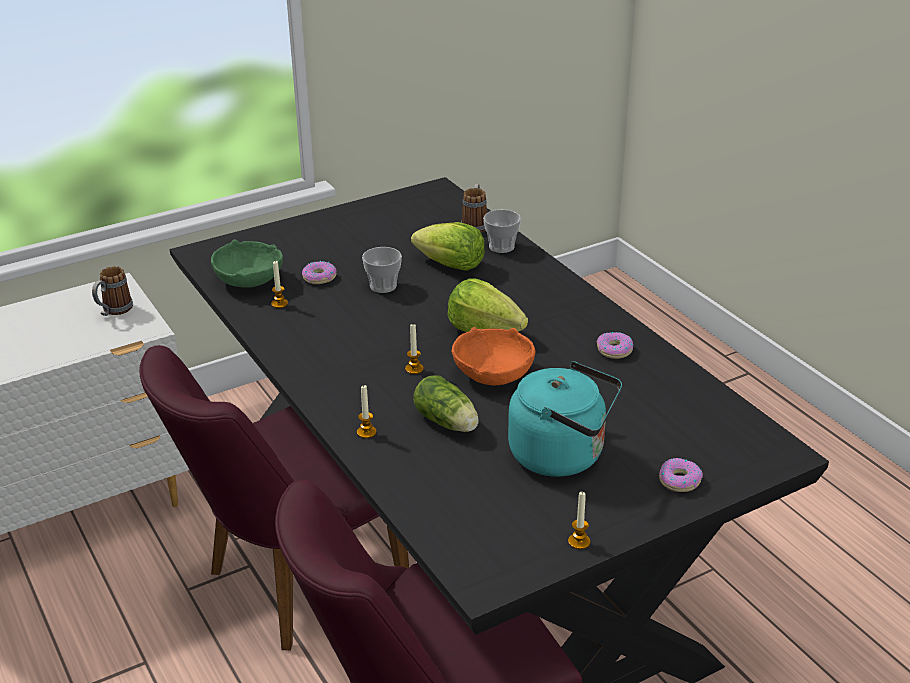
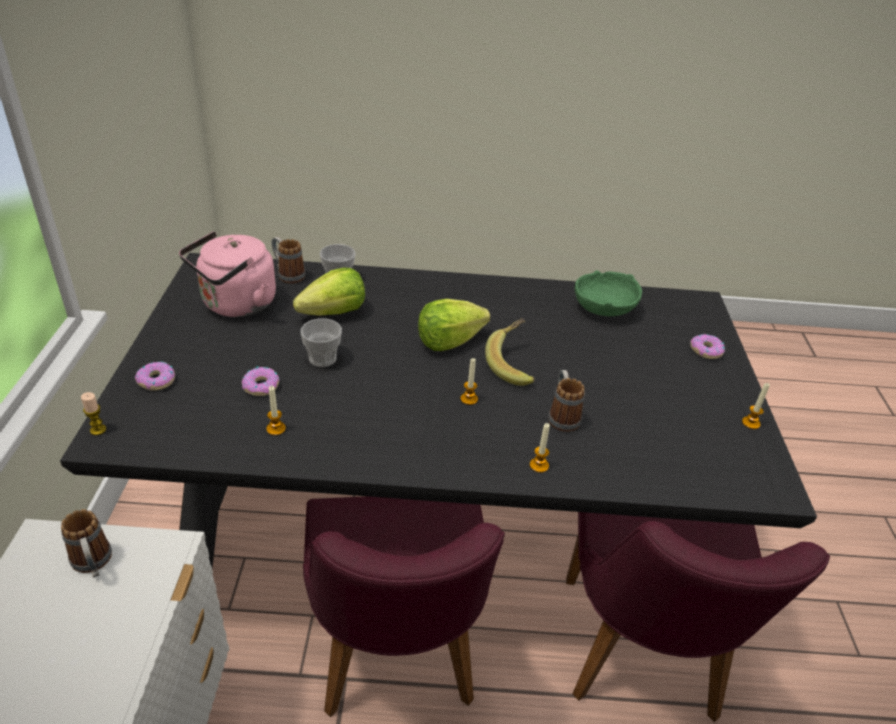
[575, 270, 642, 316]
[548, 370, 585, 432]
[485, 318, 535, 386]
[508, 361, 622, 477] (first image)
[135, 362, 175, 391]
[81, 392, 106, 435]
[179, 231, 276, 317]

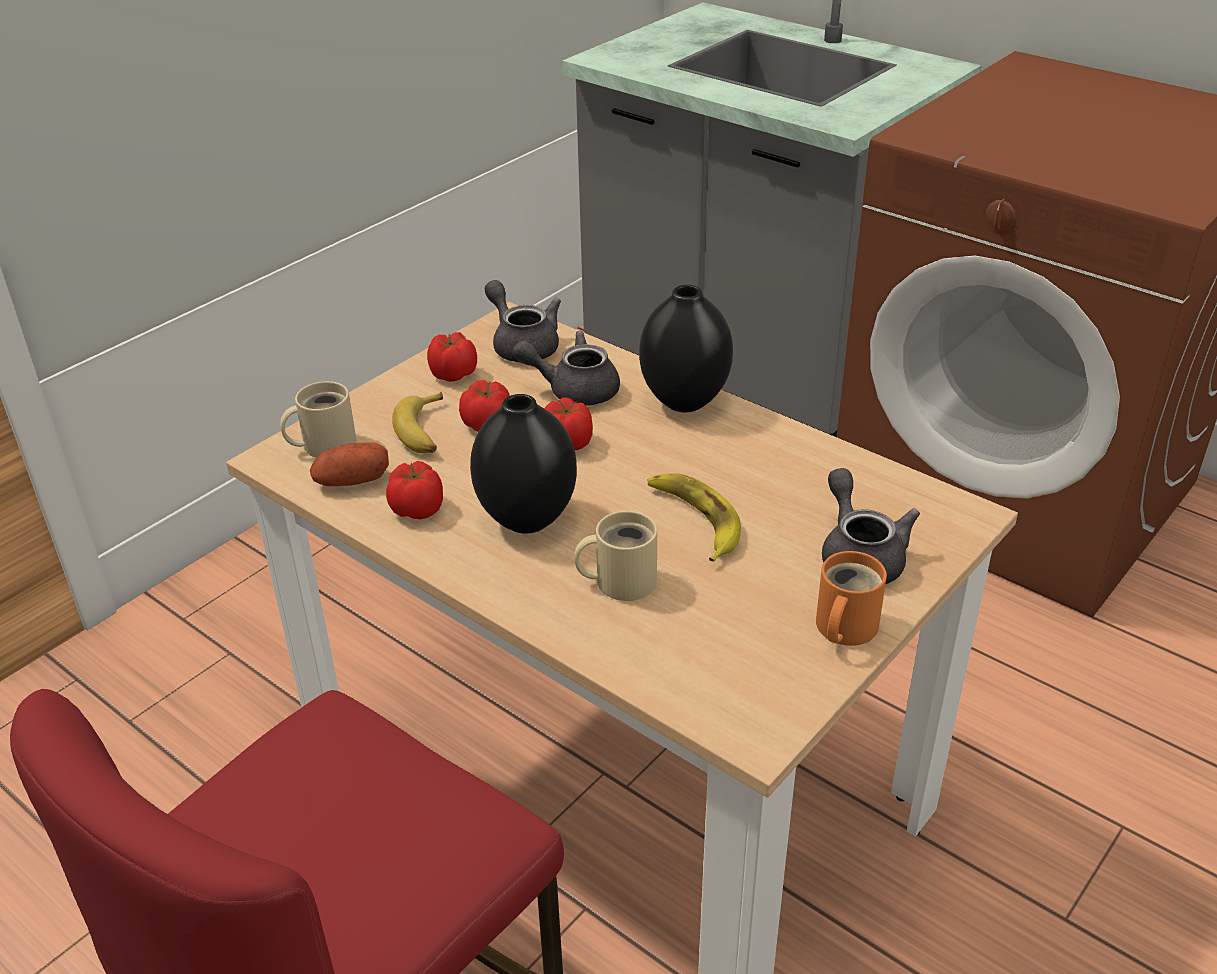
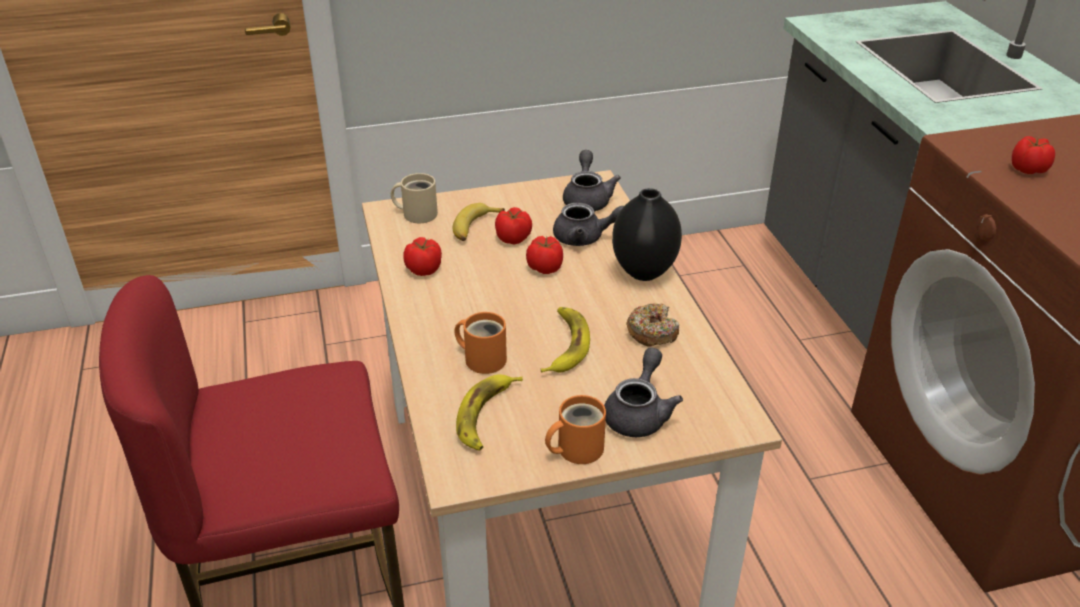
[310, 443, 389, 486] (first image)
[1012, 136, 1055, 174]
[470, 394, 577, 534] (first image)
[553, 203, 624, 246]
[454, 312, 507, 374]
[456, 374, 523, 451]
[626, 303, 679, 347]

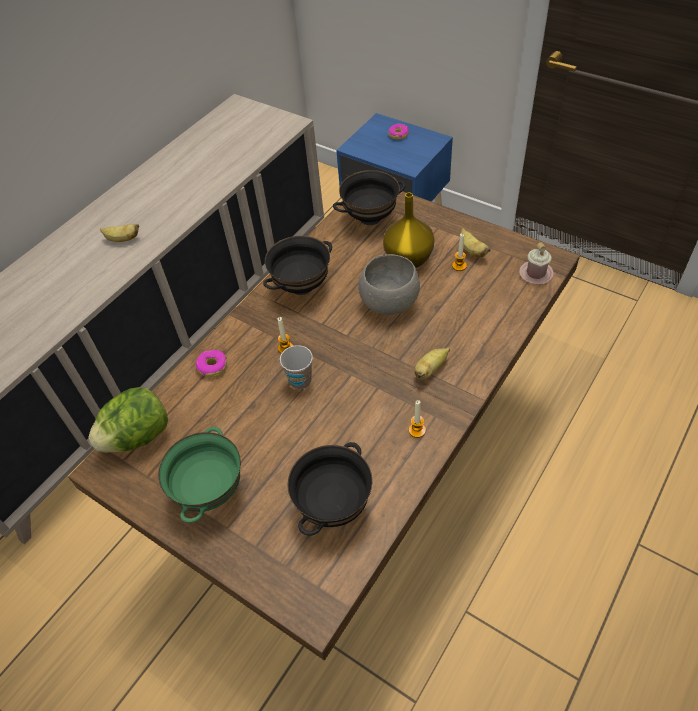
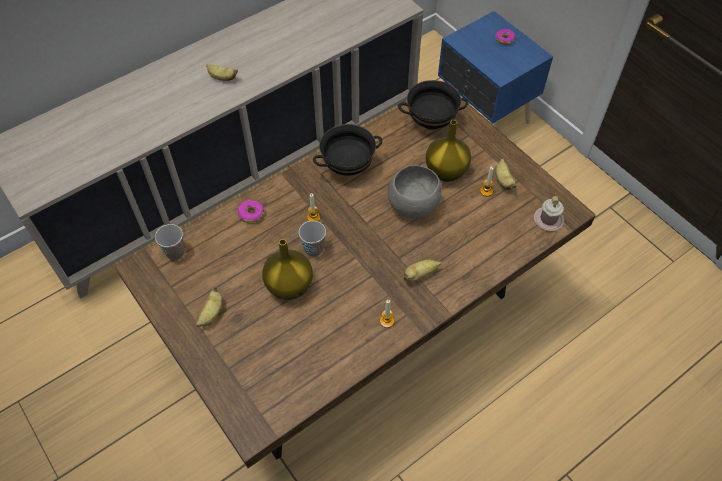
[155, 224, 185, 260]
[196, 286, 223, 327]
[288, 442, 372, 536] (first image)
[262, 239, 313, 300]

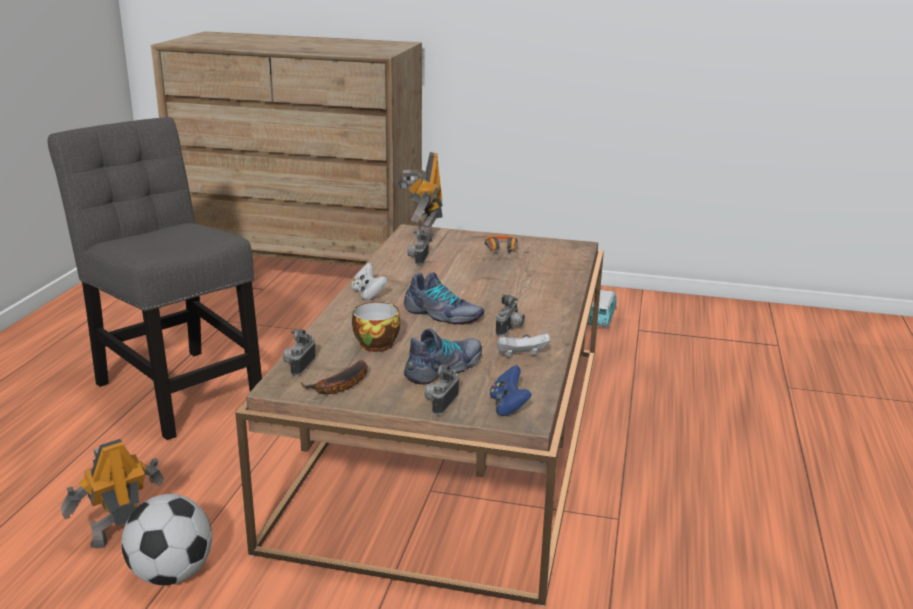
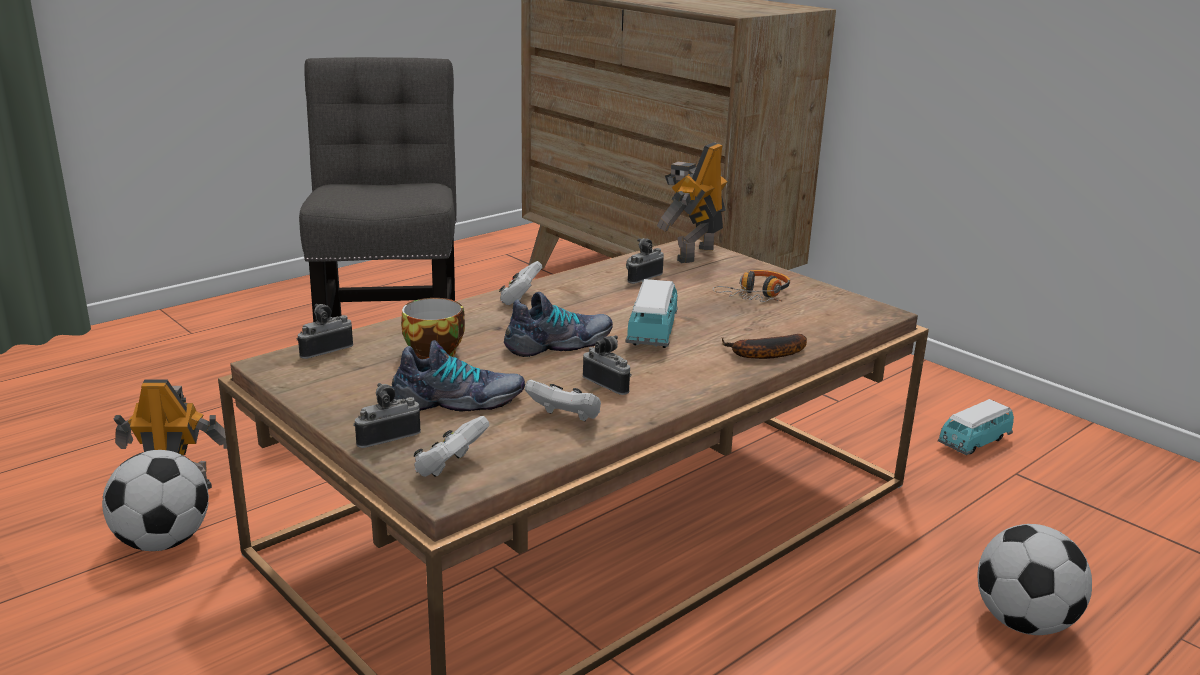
[722, 334, 807, 359]
[504, 292, 613, 357]
[414, 416, 490, 477]
[583, 335, 632, 395]
[625, 279, 678, 348]
[977, 524, 1092, 635]

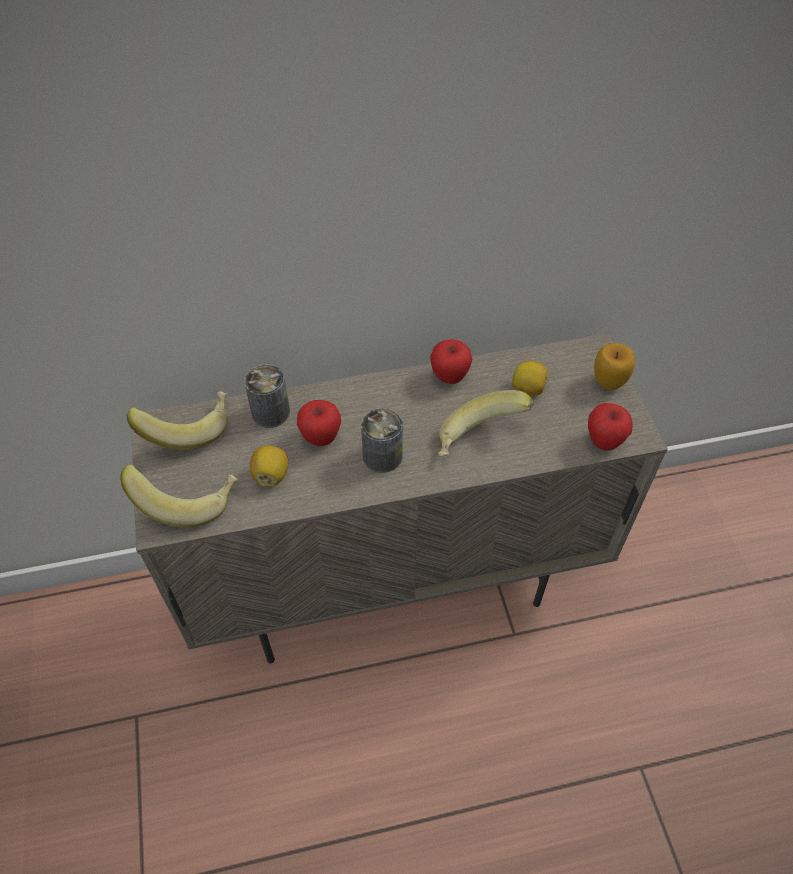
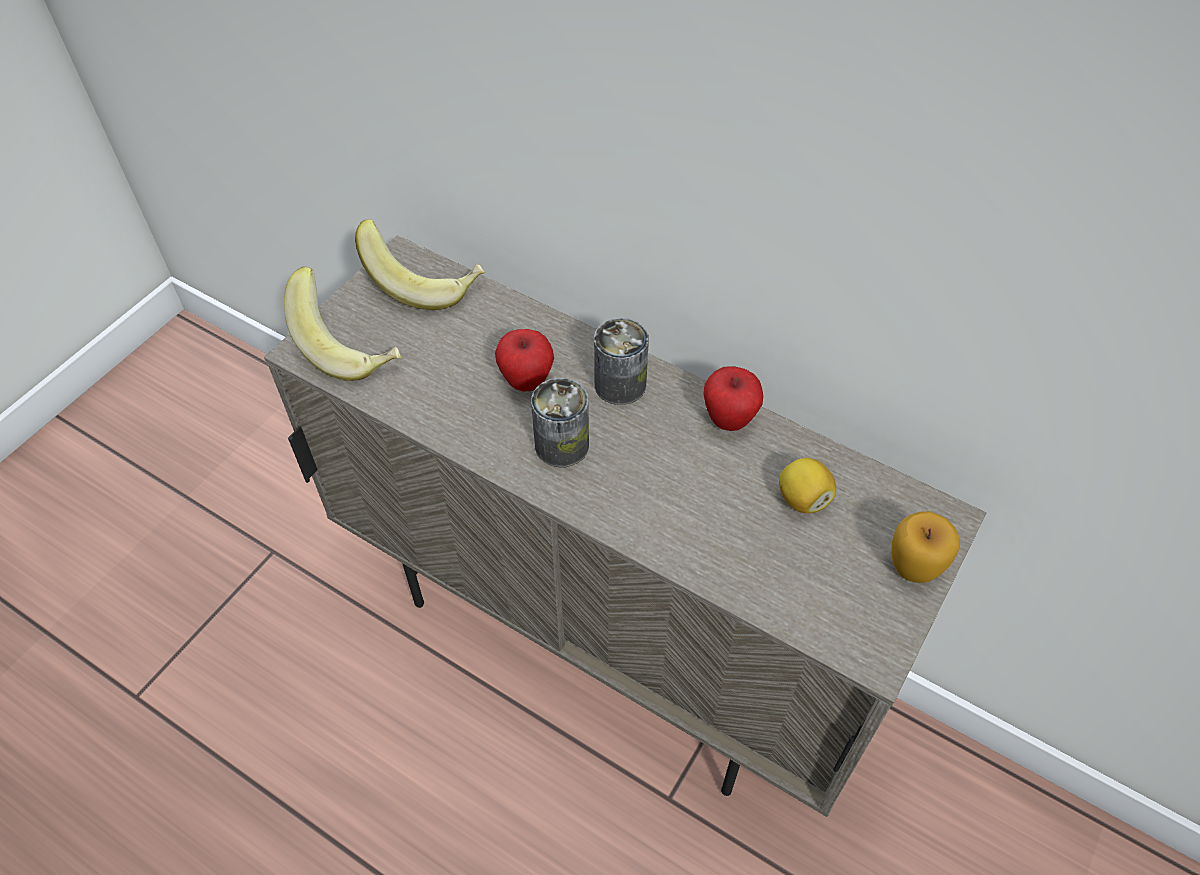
[594, 318, 649, 405]
[250, 445, 288, 487] (first image)
[438, 390, 534, 457] (first image)
[588, 403, 633, 450] (first image)

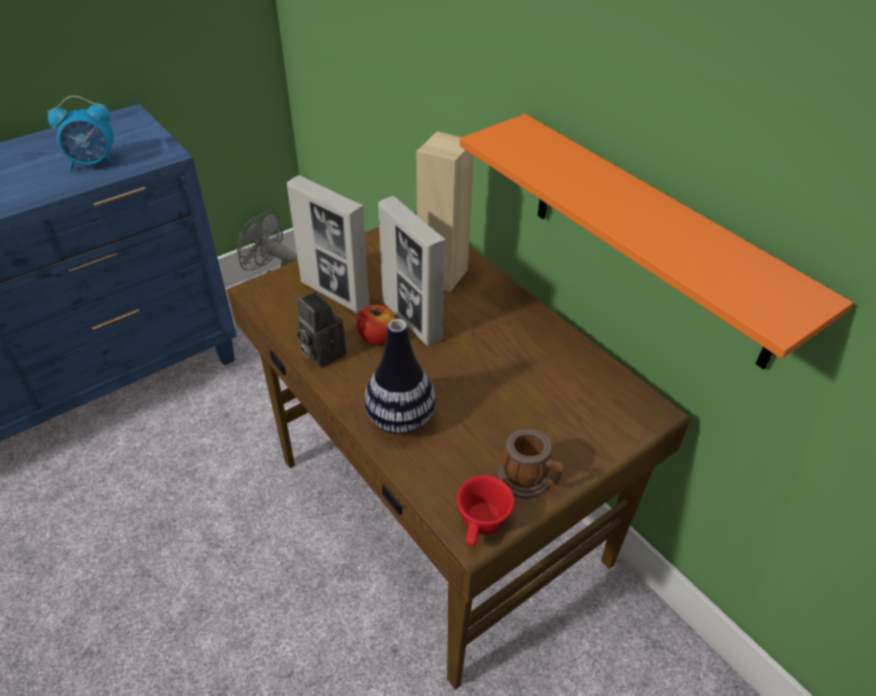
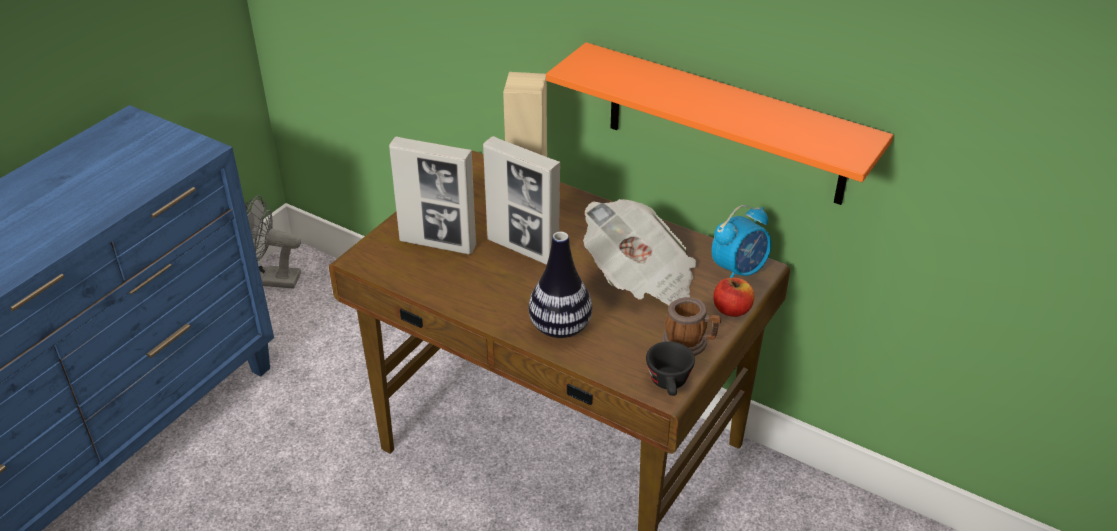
[712, 205, 772, 278]
[297, 292, 346, 368] (first image)
[713, 278, 754, 317]
[646, 341, 695, 396]
[583, 199, 696, 305]

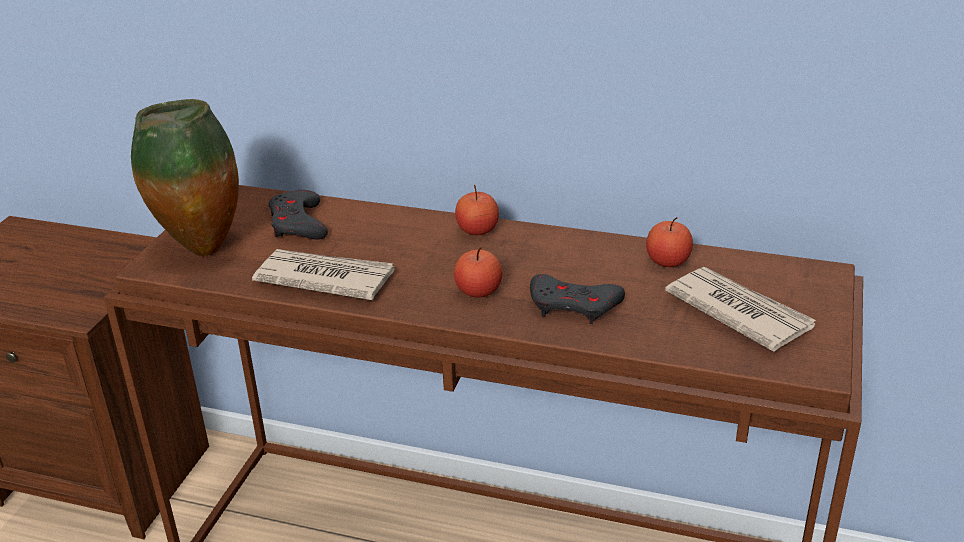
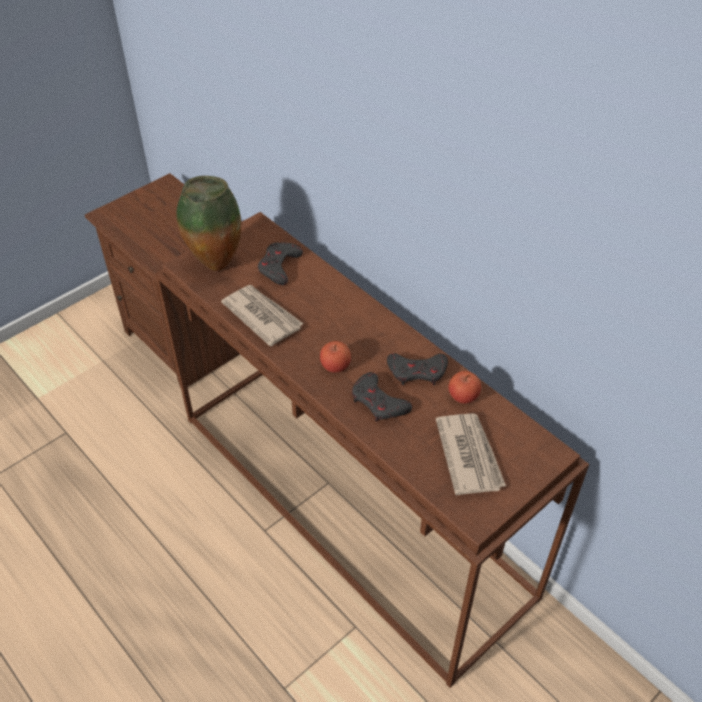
[455, 185, 499, 235] (first image)
[387, 353, 448, 386]

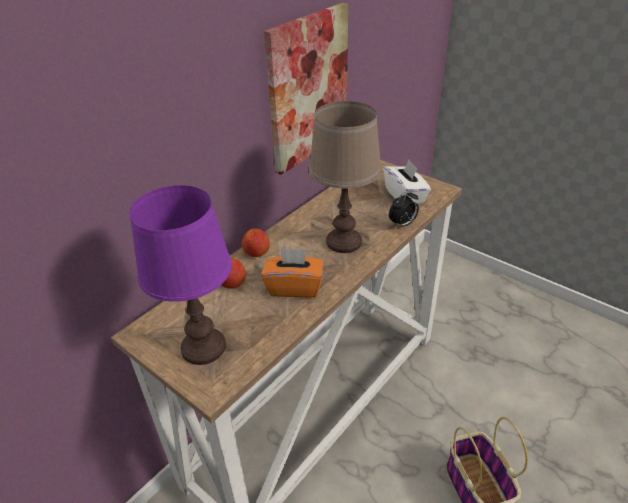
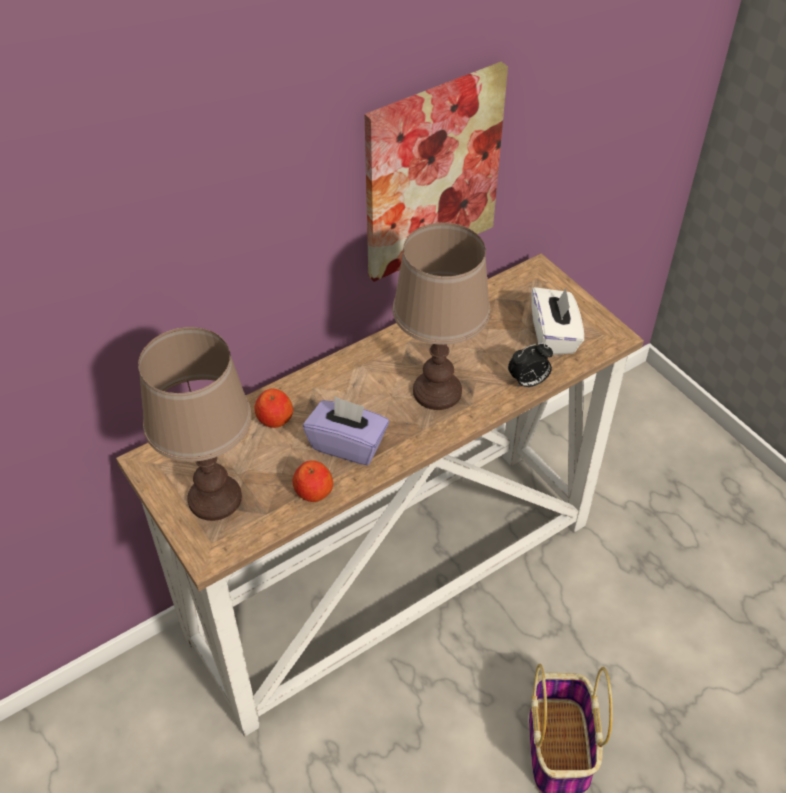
[138, 327, 252, 521]
[293, 460, 333, 502]
[303, 396, 389, 465]

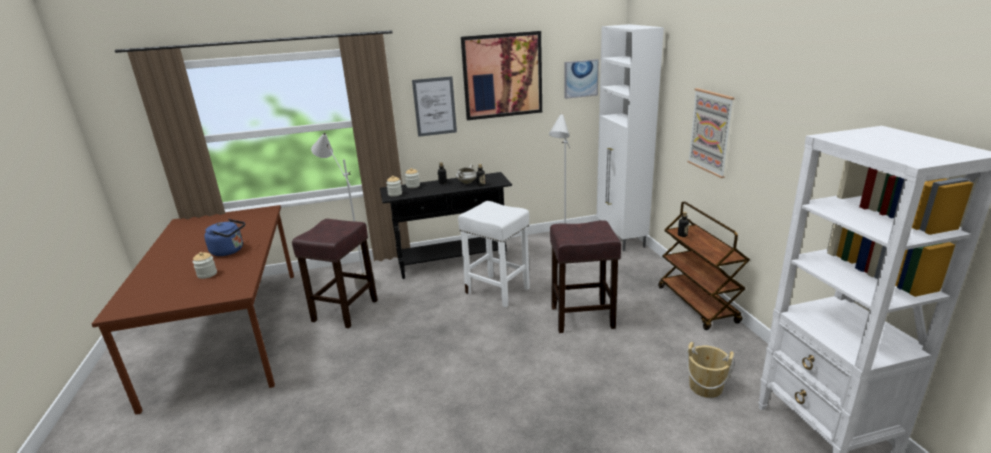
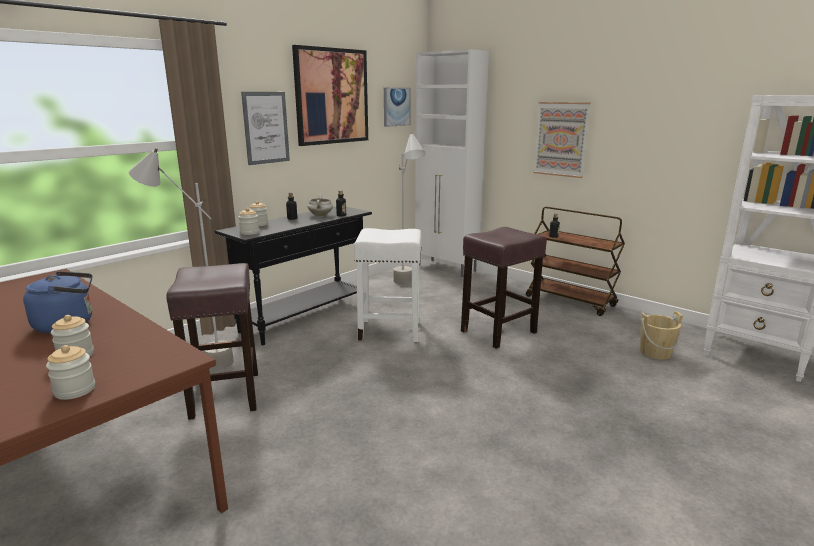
[46, 345, 95, 400]

